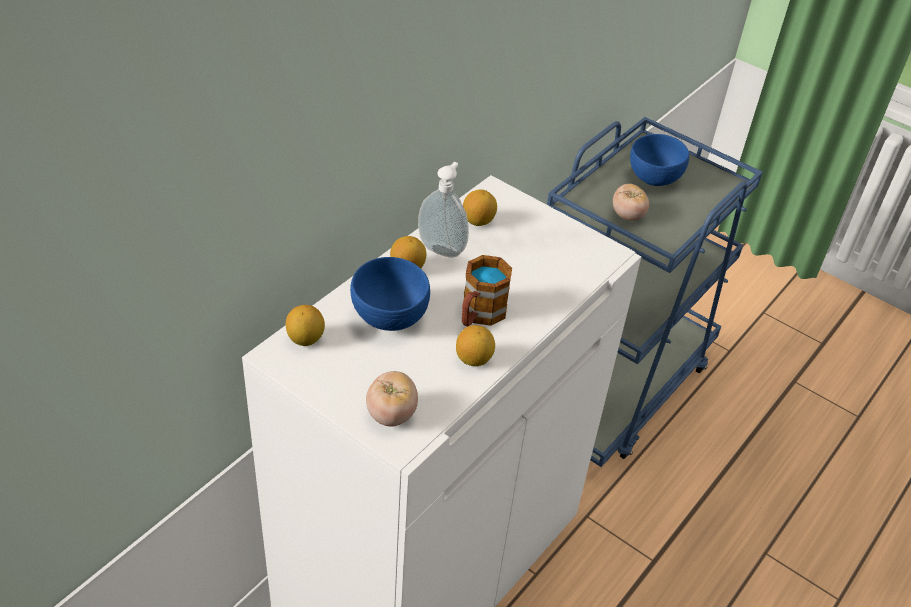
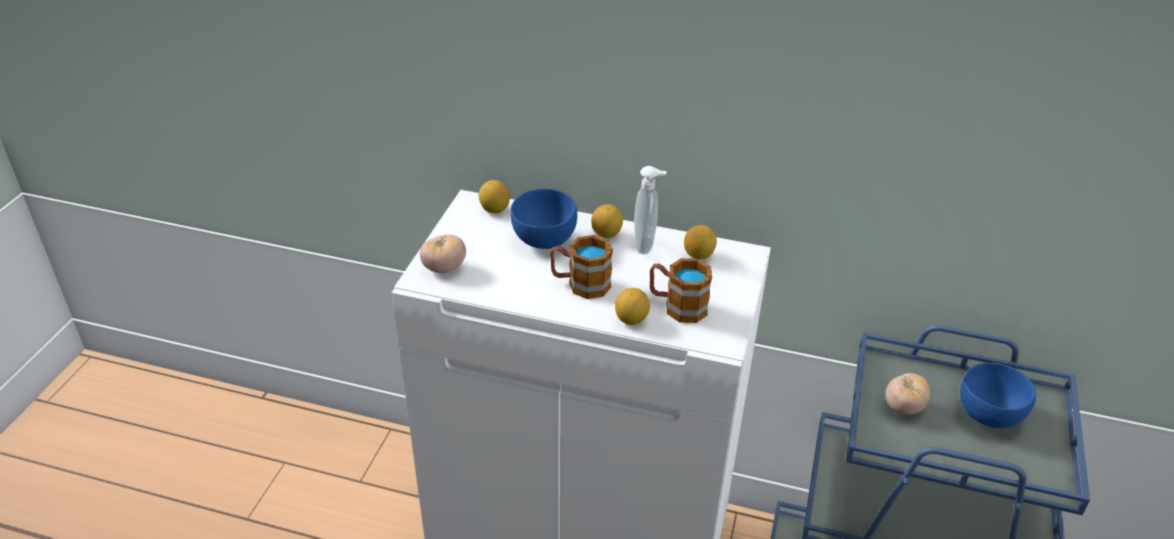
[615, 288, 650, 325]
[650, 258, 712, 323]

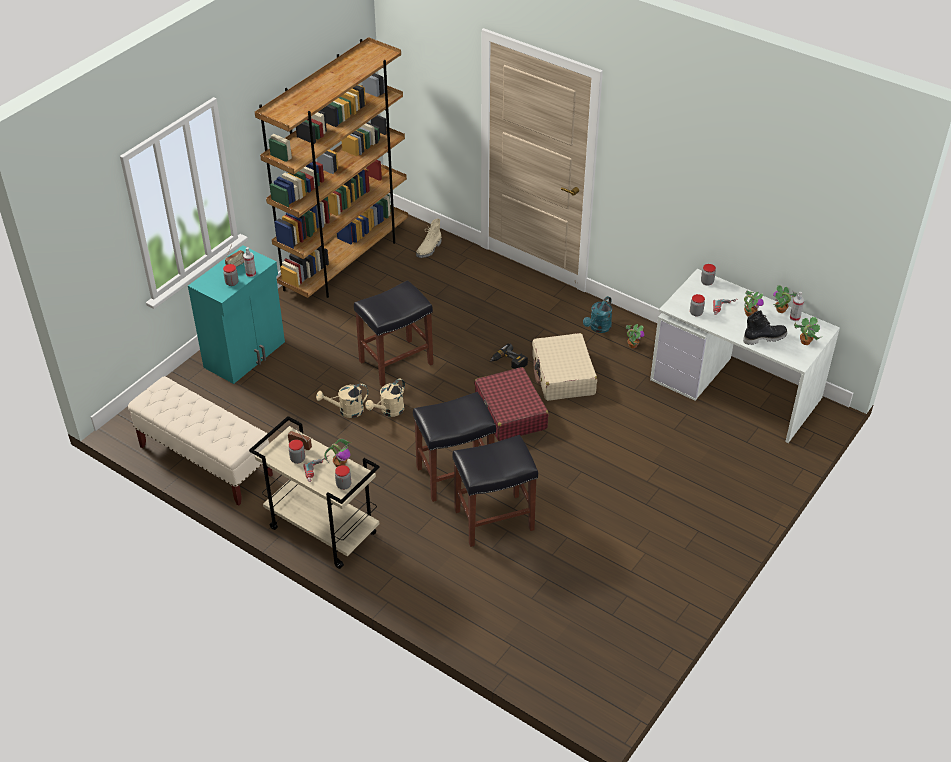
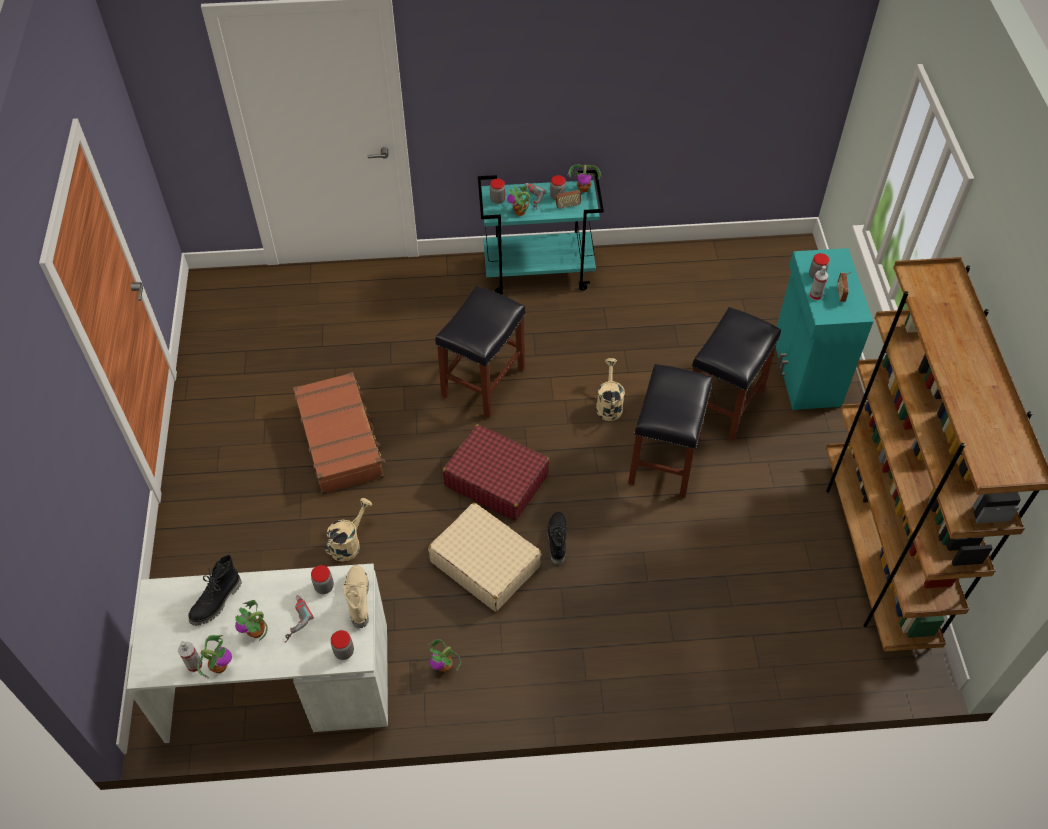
[128, 376, 273, 506] (first image)
[478, 170, 604, 295]
[325, 498, 372, 562]
[342, 565, 369, 628]
[692, 307, 781, 441]
[547, 512, 567, 565]
[583, 296, 613, 333] (first image)
[567, 165, 602, 193]
[293, 372, 386, 495]

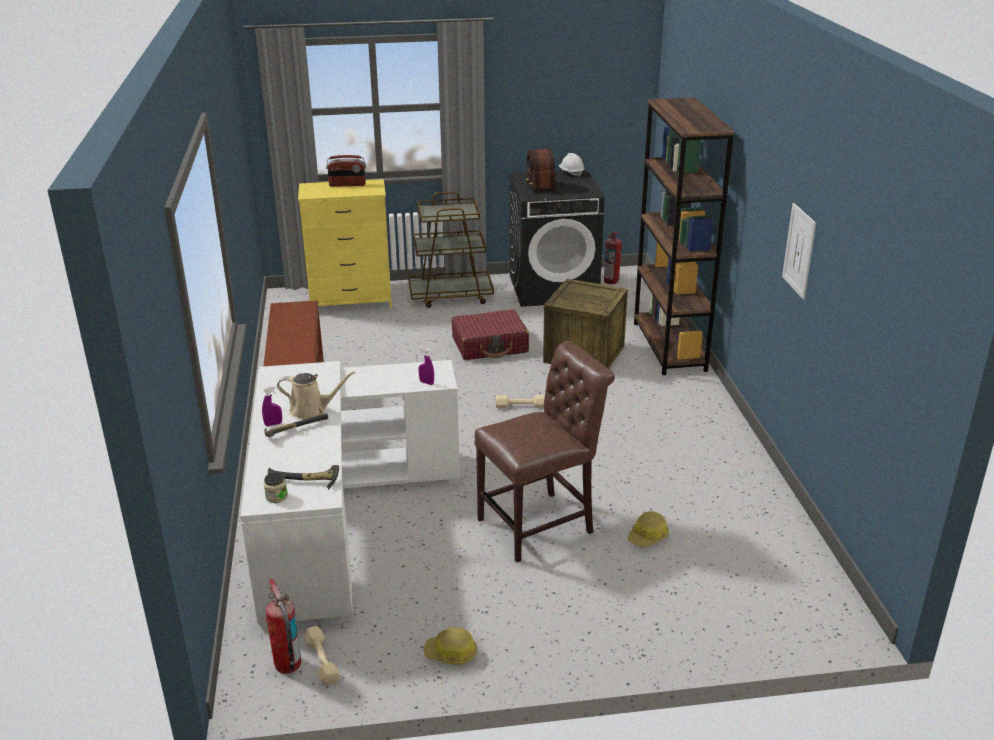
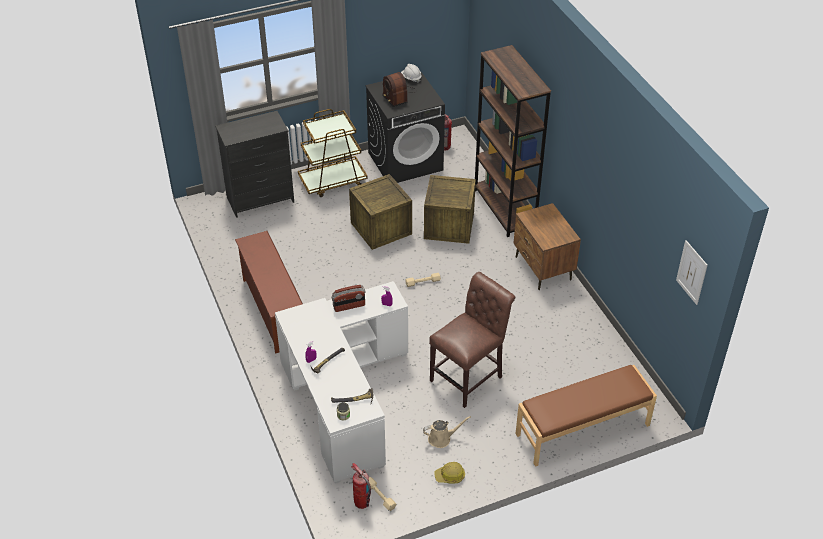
[423, 416, 471, 448]
[215, 111, 294, 218]
[332, 285, 366, 312]
[349, 174, 412, 250]
[628, 511, 669, 547] (first image)
[676, 240, 708, 305]
[513, 203, 581, 290]
[516, 365, 657, 467]

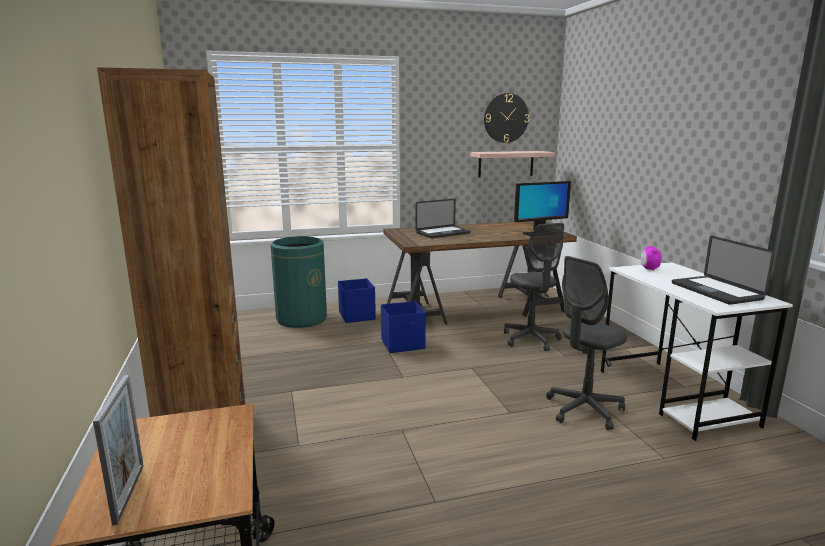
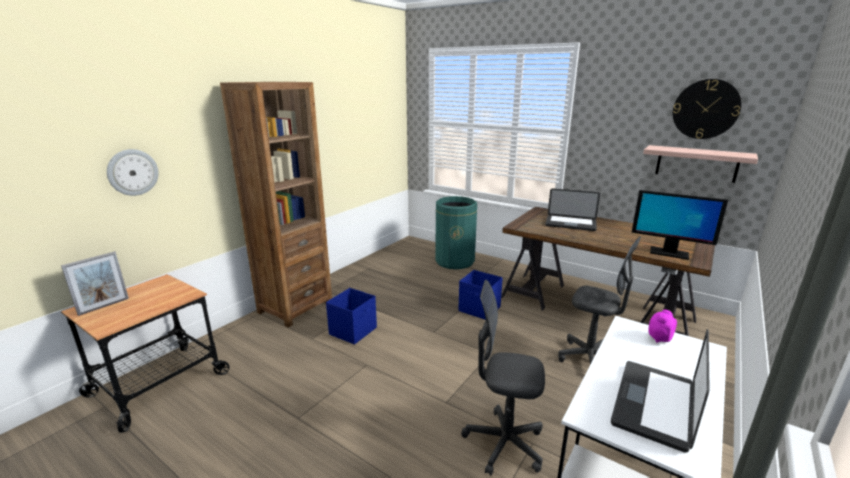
[326, 288, 377, 345]
[558, 237, 641, 364]
[107, 149, 159, 196]

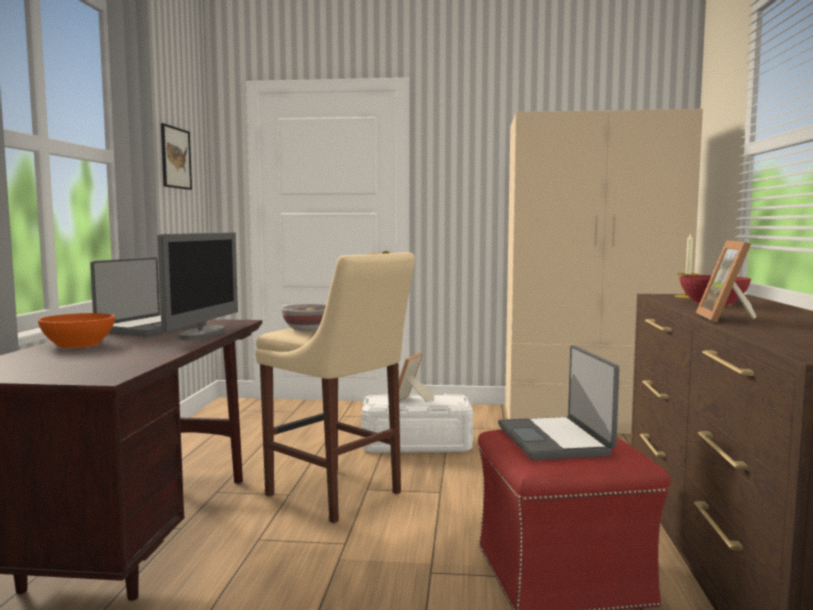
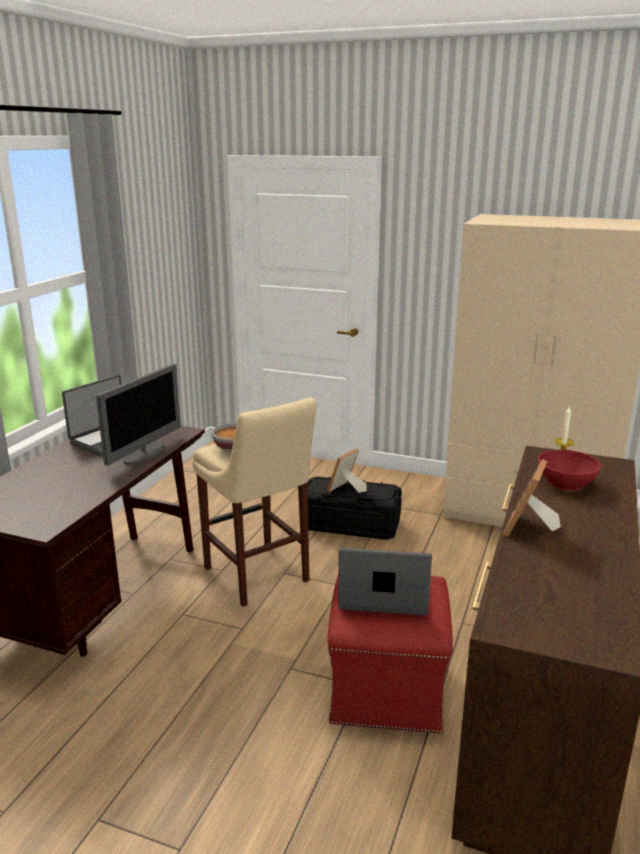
[38, 313, 115, 348] (first image)
[161, 123, 192, 190] (first image)
[307, 476, 402, 540]
[338, 548, 432, 615]

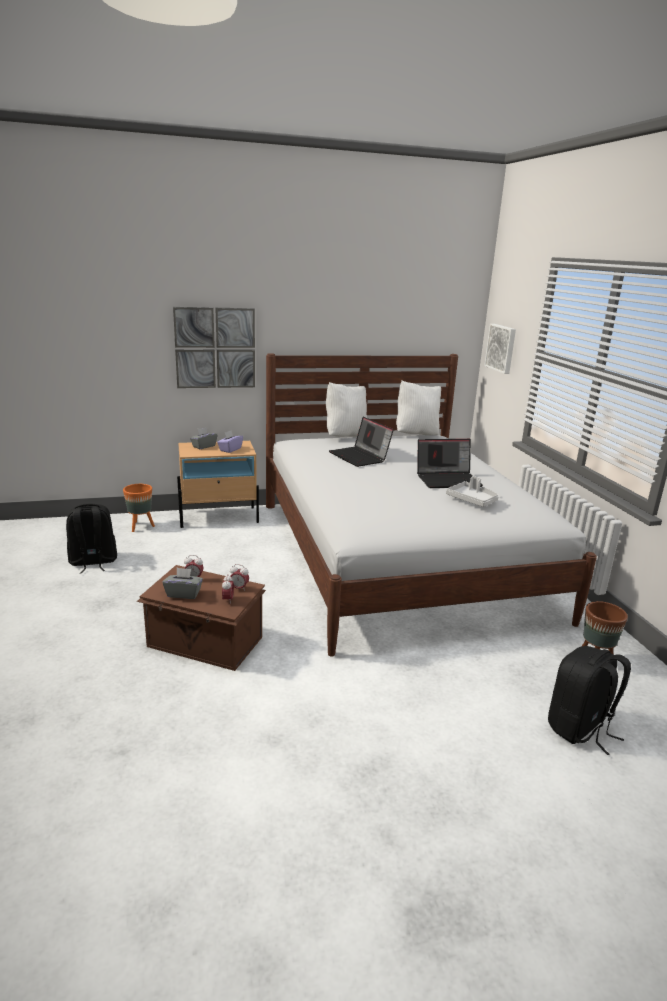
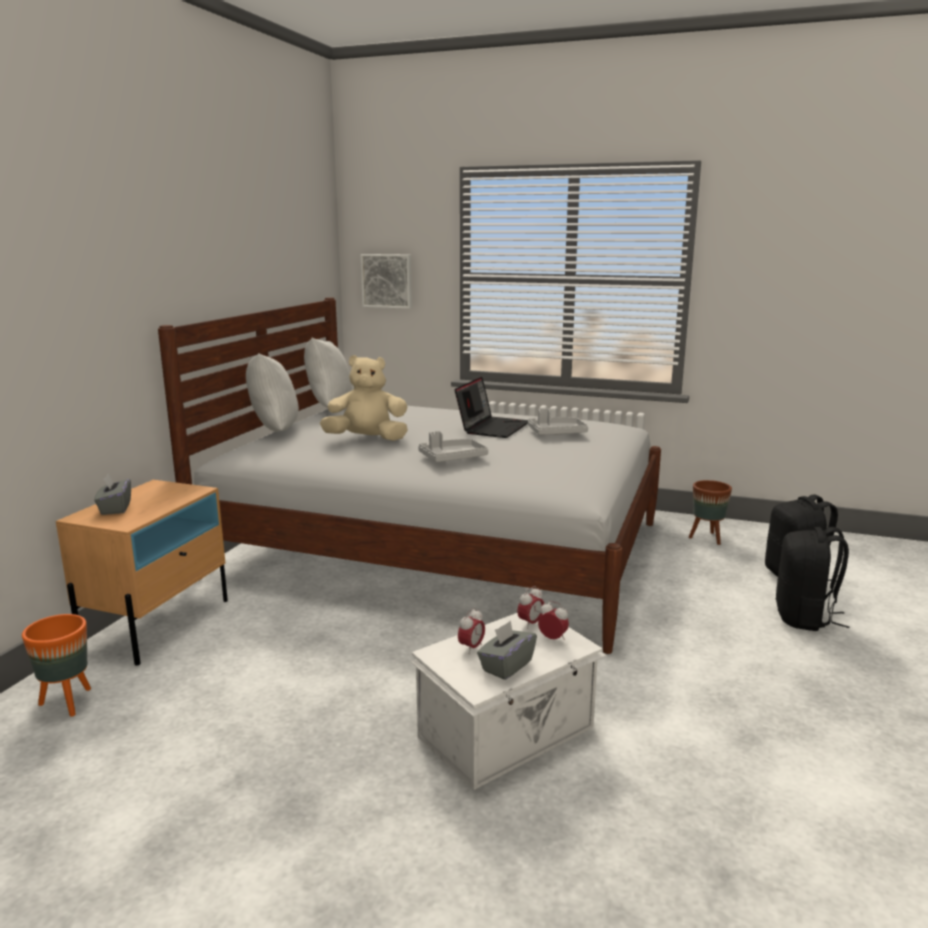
[776, 527, 849, 631]
[410, 613, 607, 790]
[173, 307, 255, 388] (first image)
[217, 430, 243, 453] (first image)
[320, 355, 408, 441]
[418, 431, 488, 462]

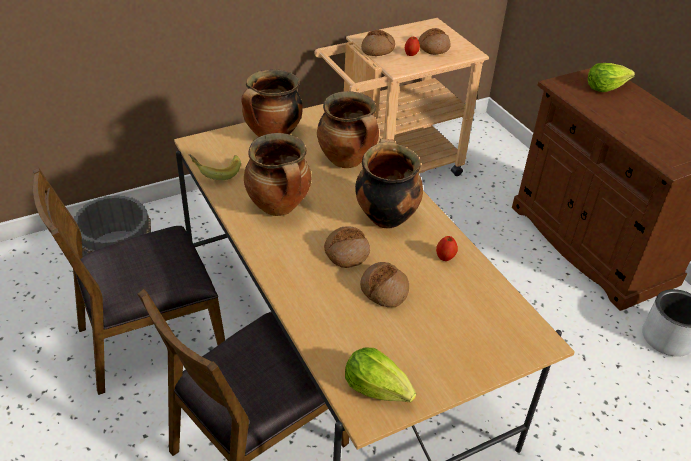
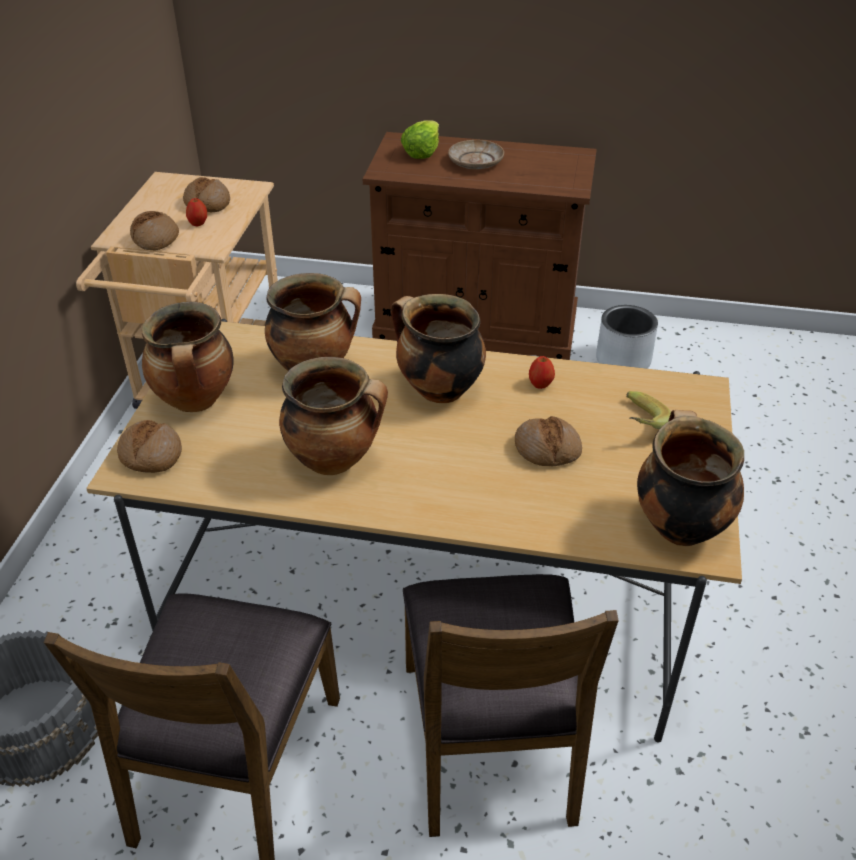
[627, 391, 671, 429]
[117, 420, 182, 473]
[637, 410, 744, 546]
[448, 140, 504, 169]

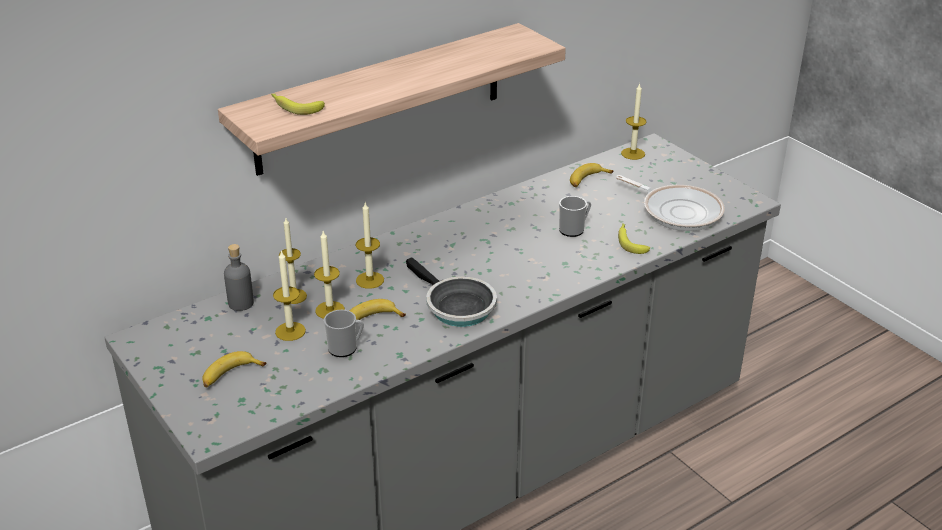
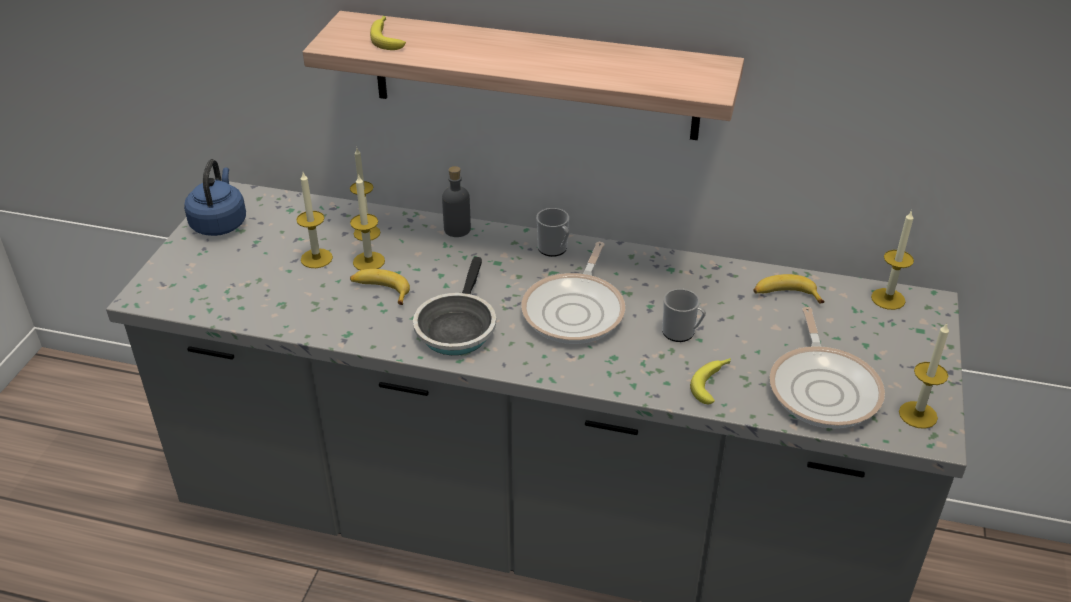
[202, 351, 266, 387] (first image)
[442, 166, 471, 237]
[536, 208, 569, 257]
[899, 323, 949, 429]
[184, 159, 246, 236]
[521, 242, 625, 344]

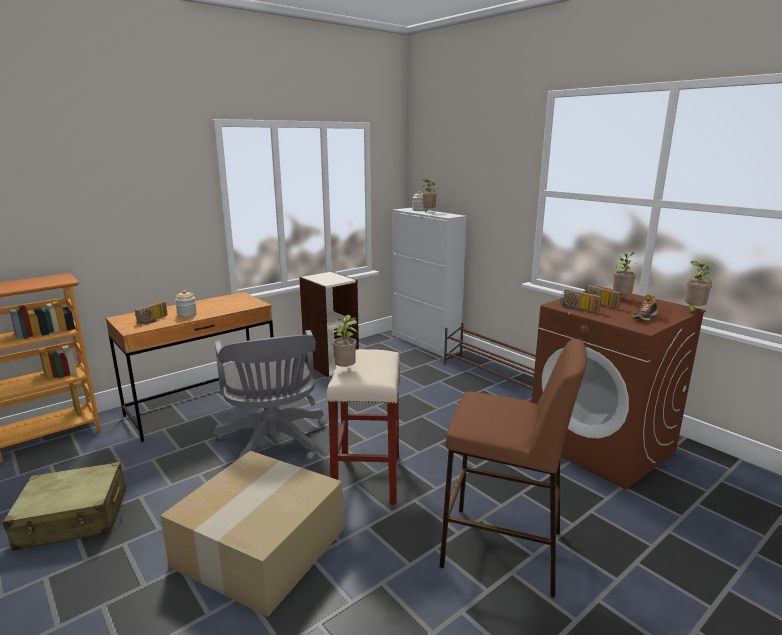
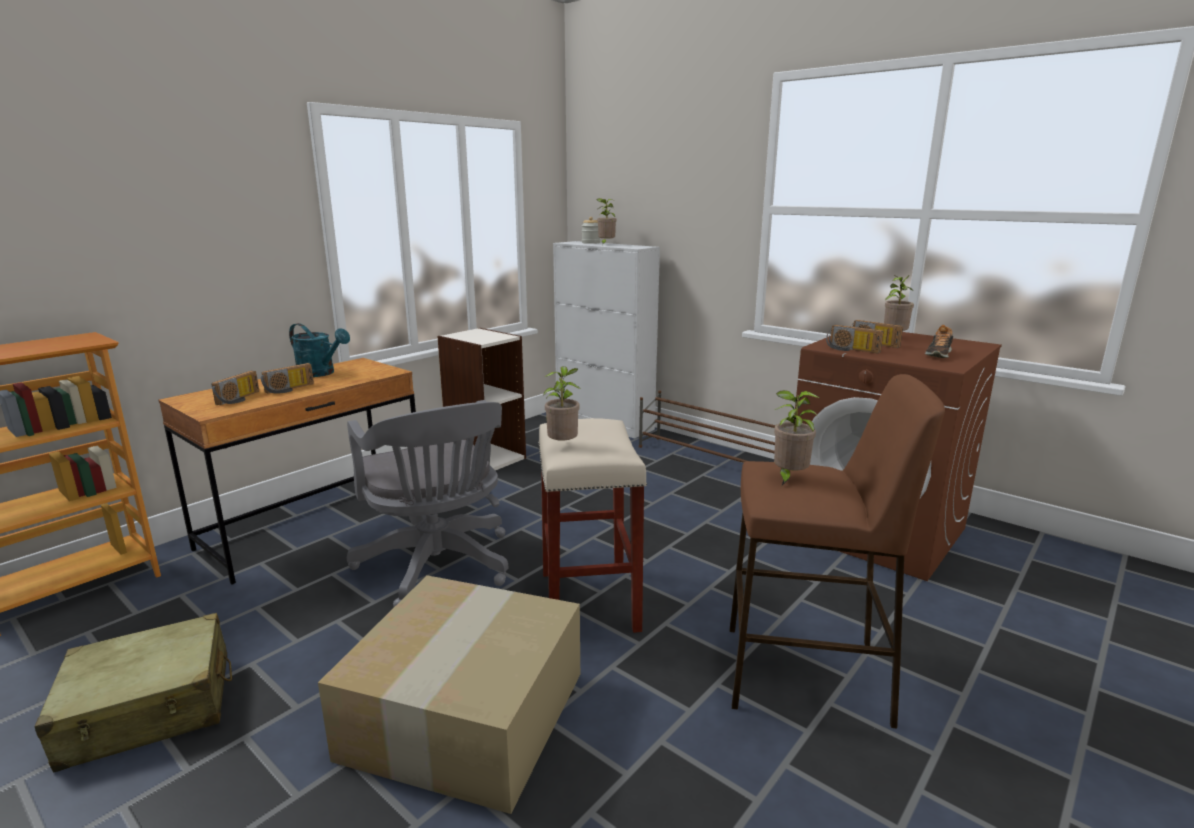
[261, 363, 314, 394]
[774, 390, 819, 485]
[289, 323, 350, 377]

